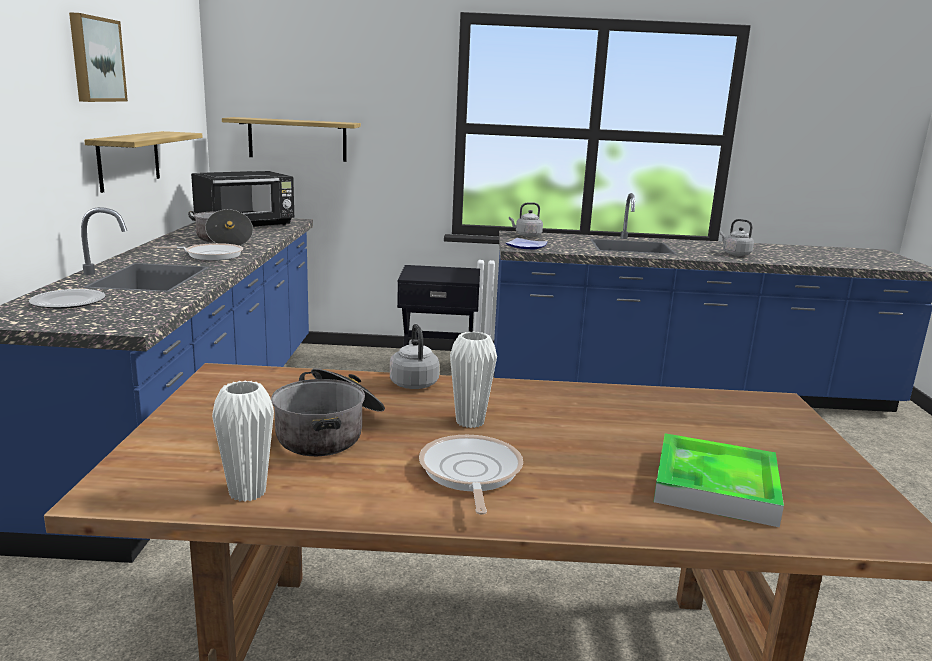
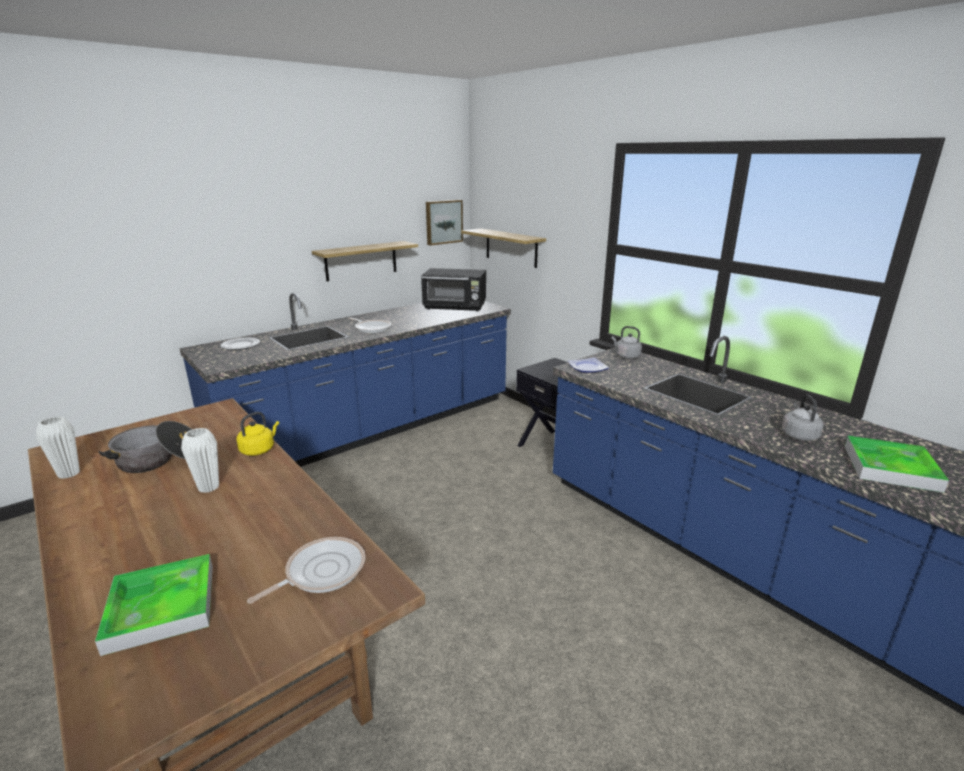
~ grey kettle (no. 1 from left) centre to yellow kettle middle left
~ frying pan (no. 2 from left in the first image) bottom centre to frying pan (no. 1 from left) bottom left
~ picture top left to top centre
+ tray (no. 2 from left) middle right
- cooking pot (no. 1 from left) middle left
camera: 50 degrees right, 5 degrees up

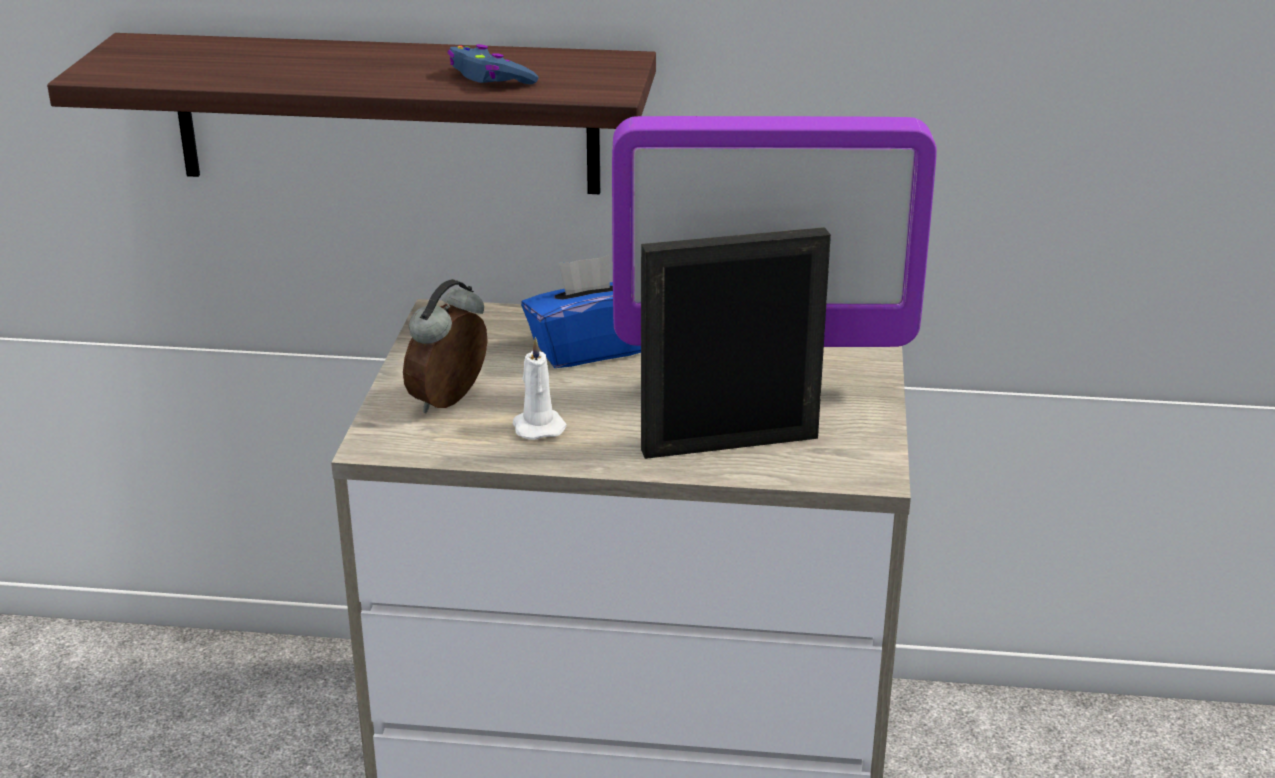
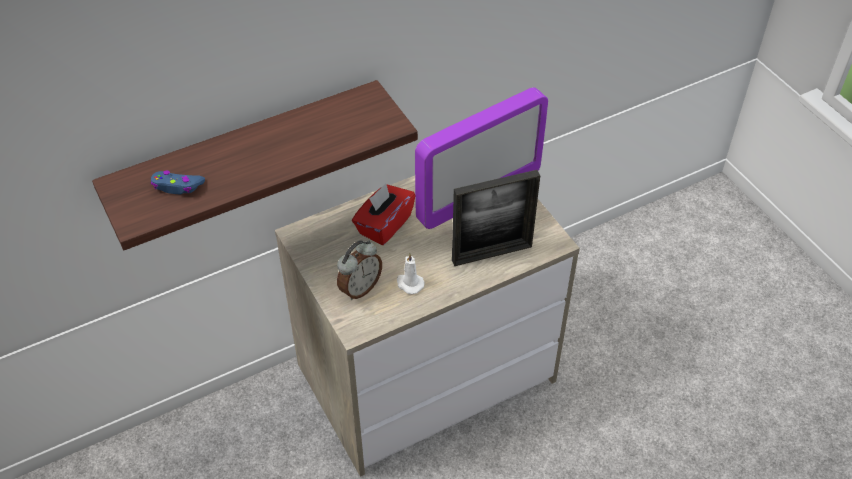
~ blue game controller top centre to middle left
~ alarm clock centre = centre 135 degrees counterclockwise
~ blue tissue box centre to red tissue box centre
~ picture frame centre = centre 150 degrees counterclockwise
camera: 35 degrees left, 20 degrees up

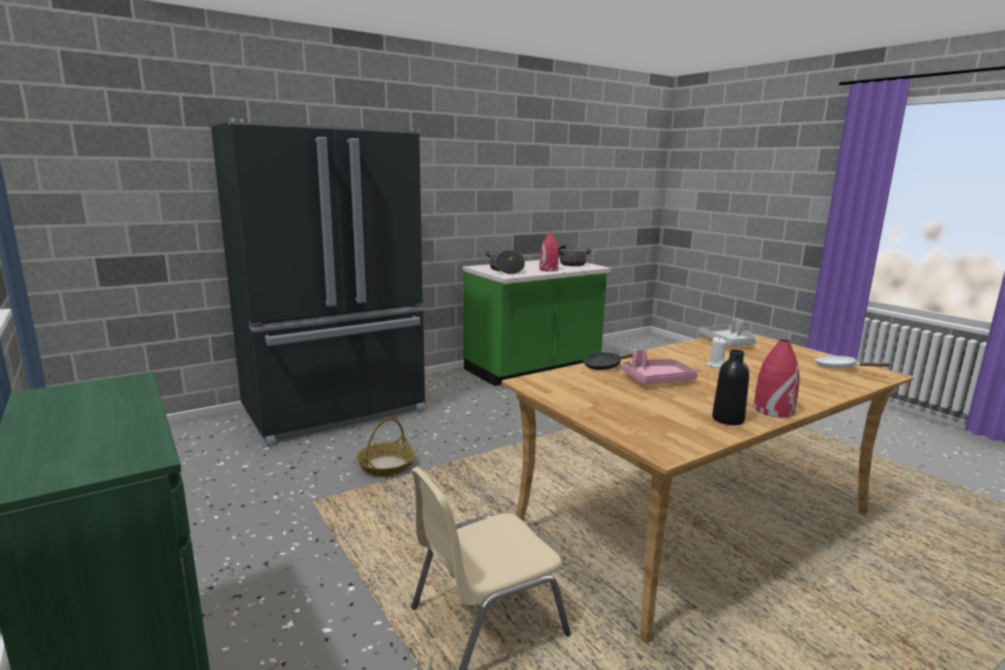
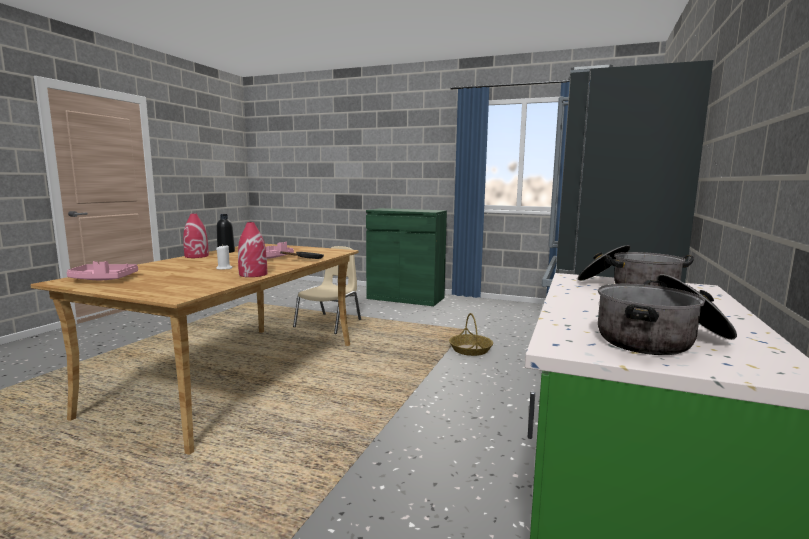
~ white frying pan middle right to pink tray (no. 1 from left) middle left
~ red vase (no. 1 from left in the first image) centre to red vase (no. 2 from left) middle left
- grey tray middle right
camera: 145 degrees right, 5 degrees down

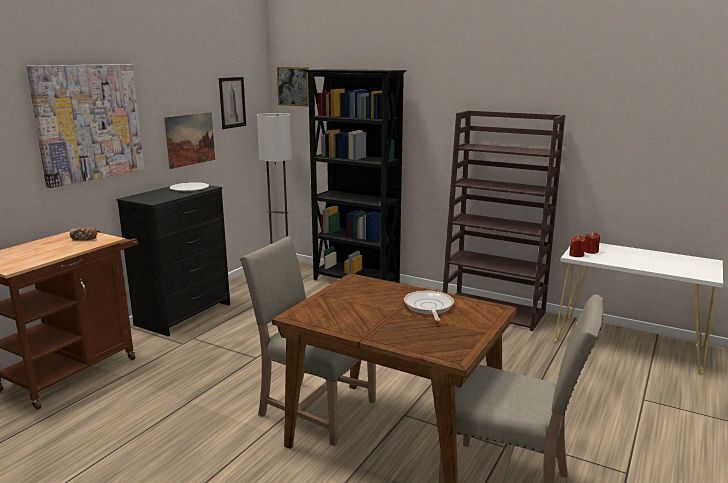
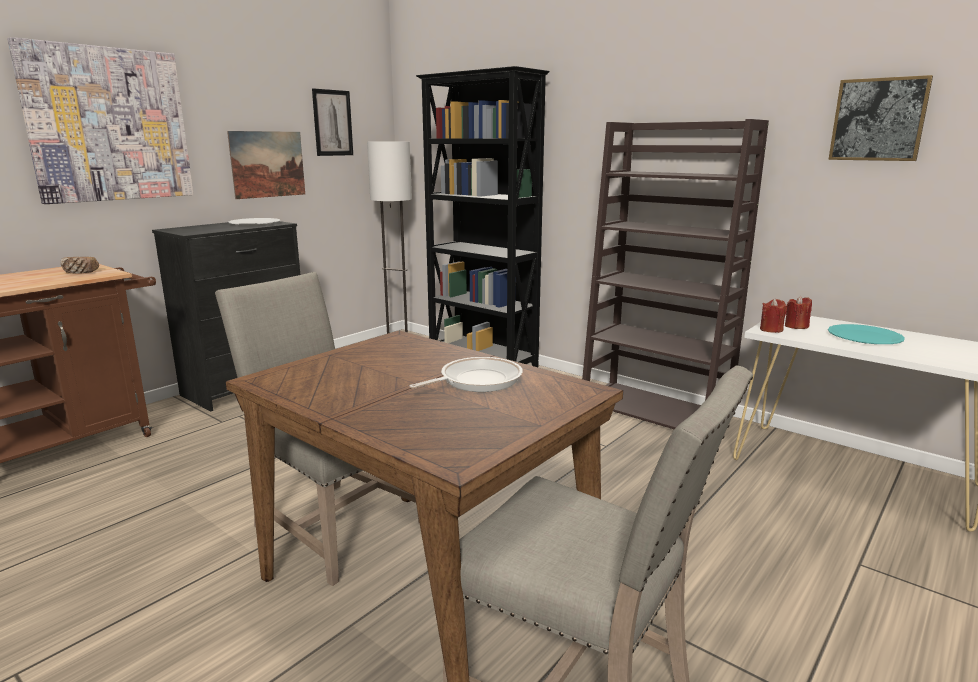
~ frying pan centre = centre 45 degrees clockwise
~ picture (no. 4 from left) top centre to top right
+ turquoise plate middle right
camera: 10 degrees right, 0 degrees up

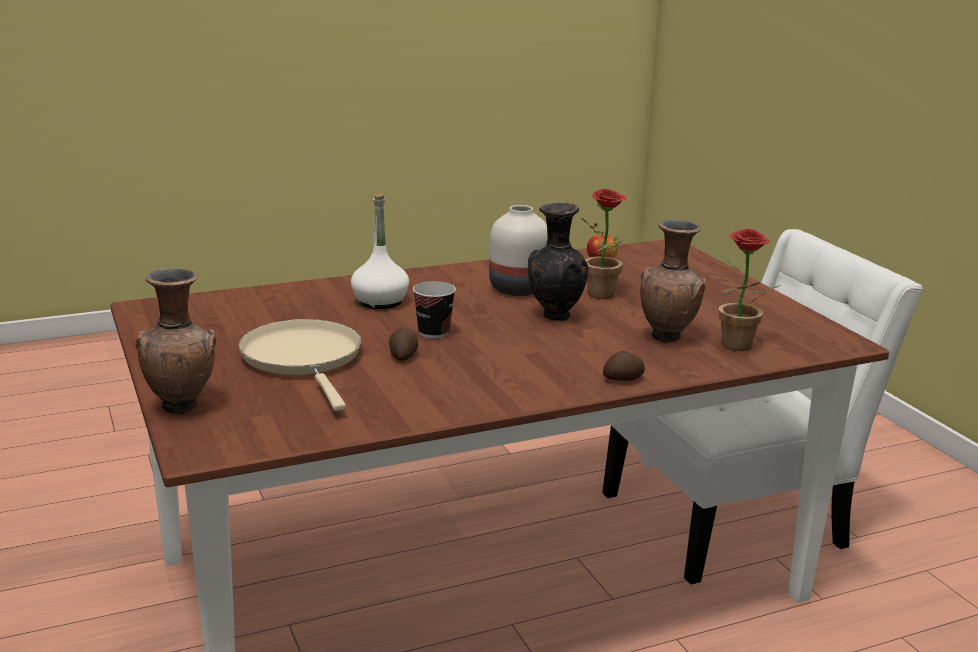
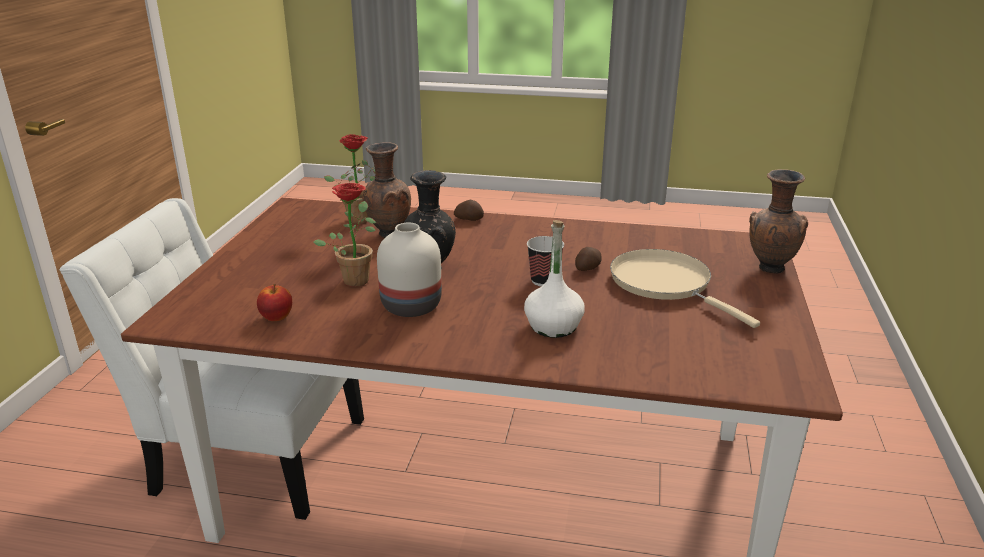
~ beige frying pan middle left = middle right 135 degrees clockwise
camera: 145 degrees left, 5 degrees up

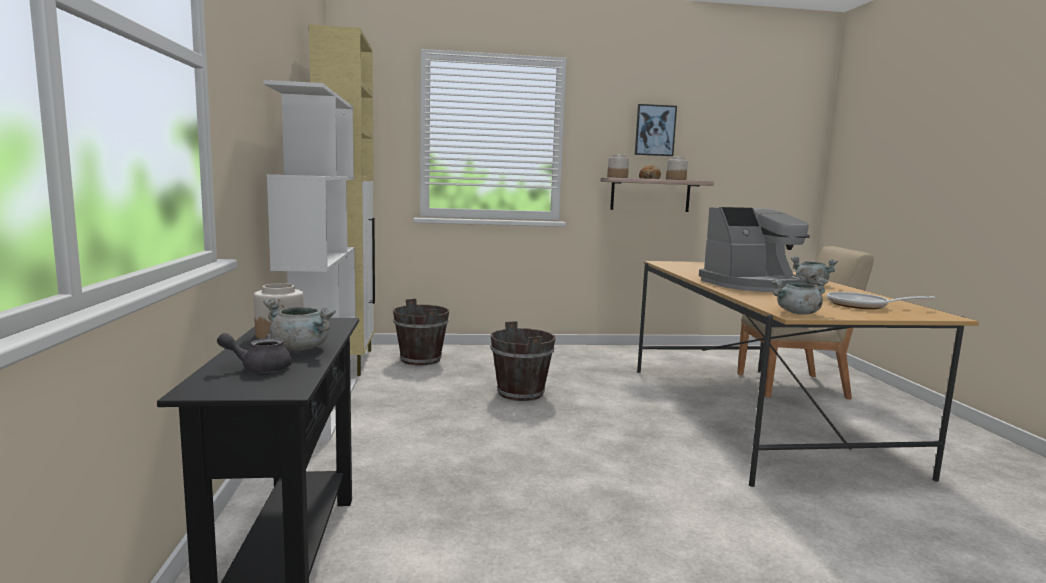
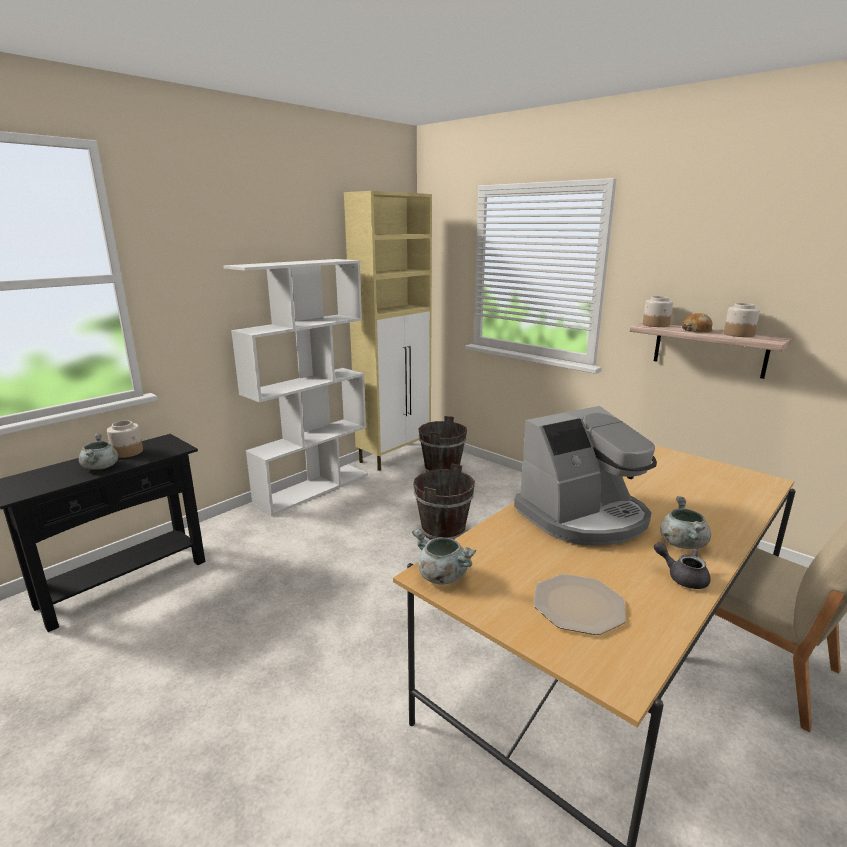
~ coffee machine middle right = middle right 60 degrees counterclockwise
~ frying pan middle right to plate bottom right
~ grey teapot middle left to bottom right
- picture top centre
camera: 50 degrees right, 10 degrees up

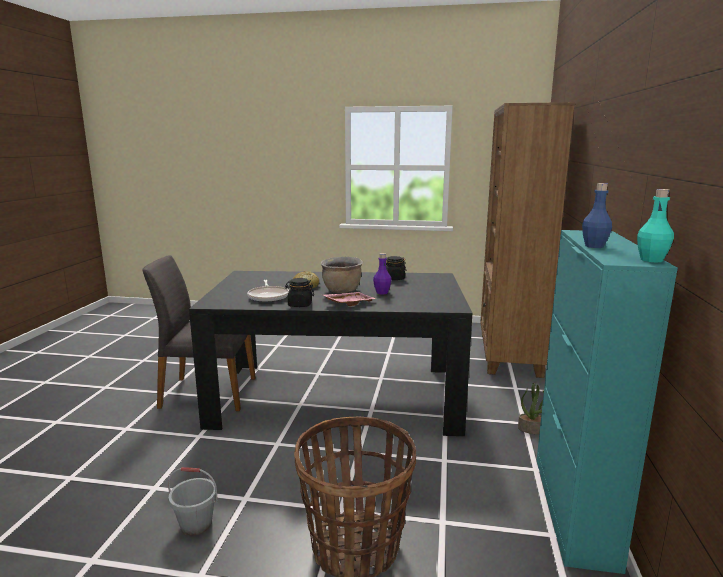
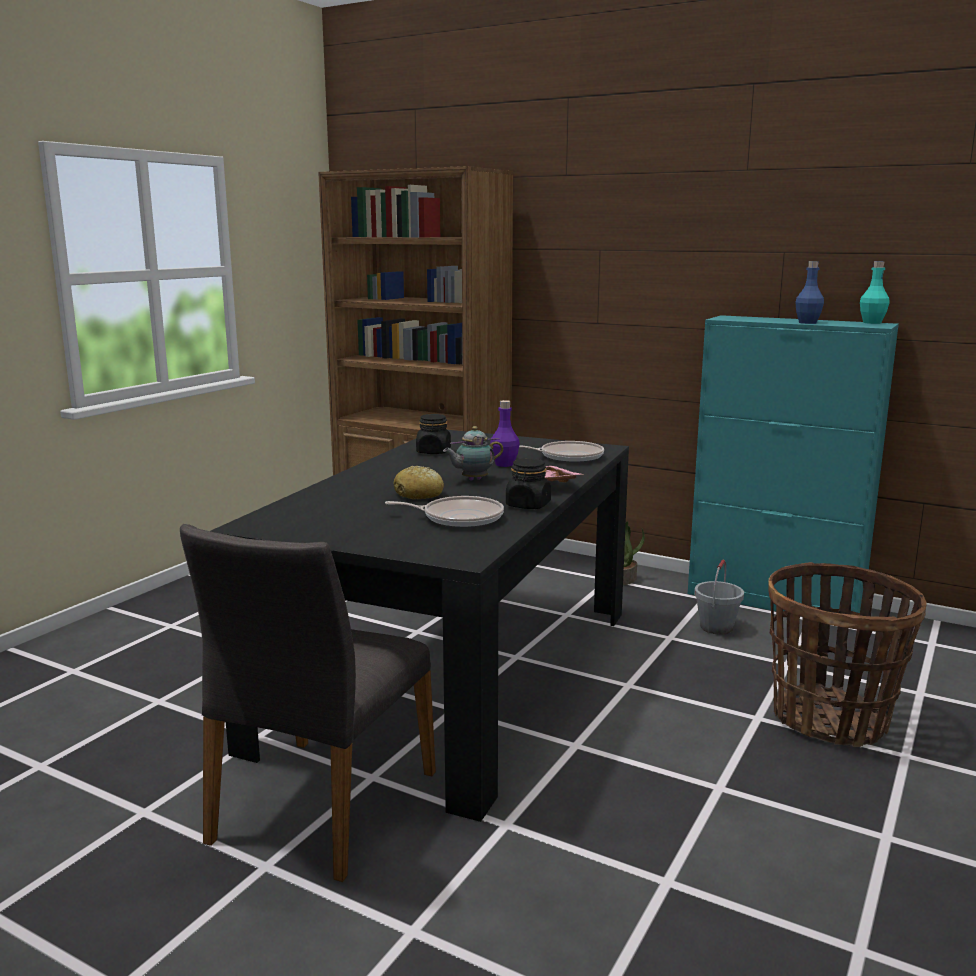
~ brown cooking pot centre to teapot centre
+ frying pan (no. 2 from left) centre
~ grey bucket bottom left to middle right
camera: 70 degrees left, 0 degrees up

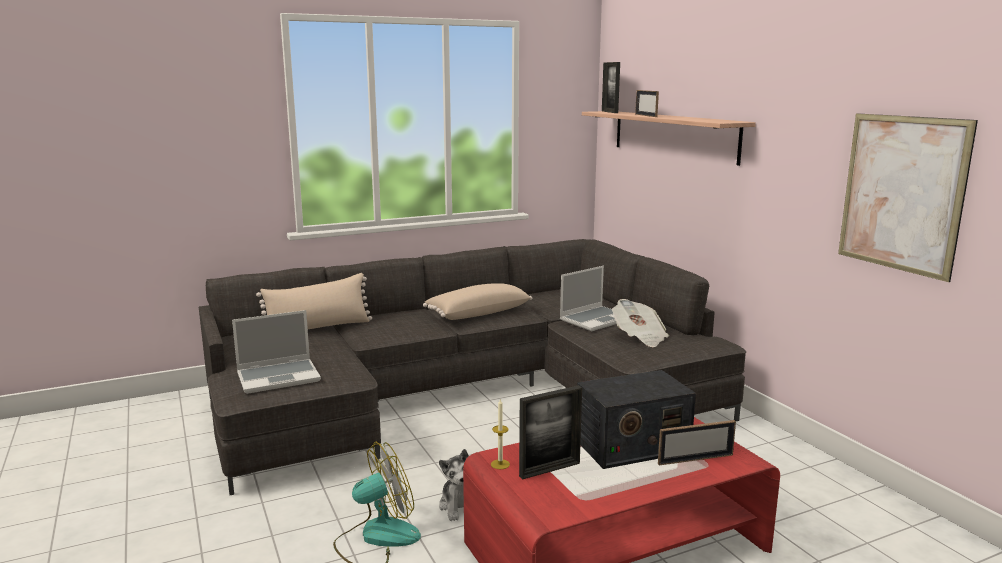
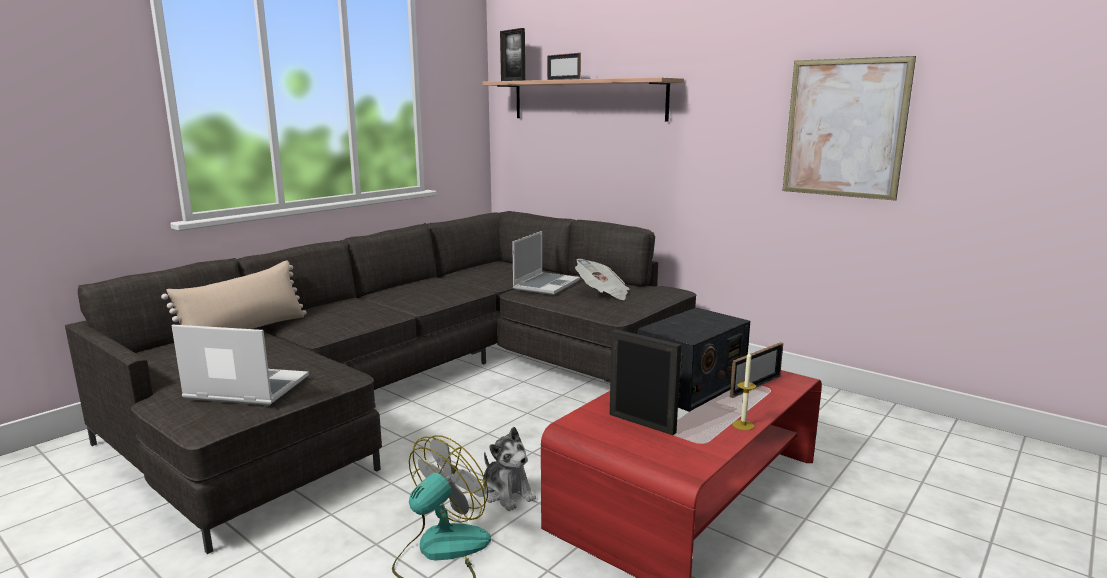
~ laptop (no. 1 from left) middle left = middle left 120 degrees counterclockwise
~ picture frame (no. 1 from left in the first image) bottom centre = centre 90 degrees counterclockwise
~ candle bottom centre to bottom right
- beige pillow (no. 2 from left) centre
camera: 25 degrees left, 0 degrees up

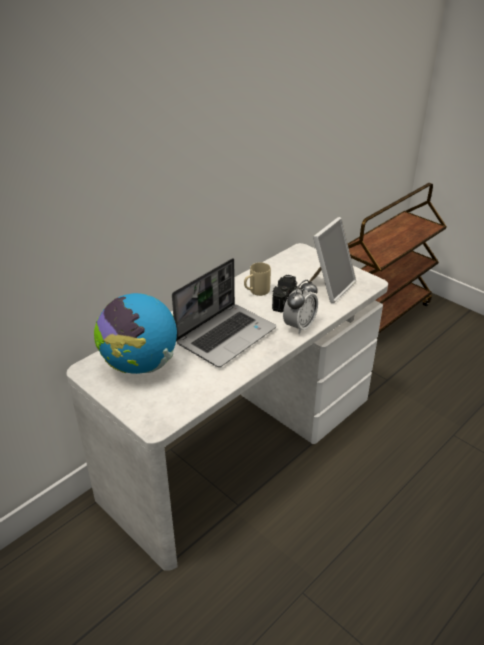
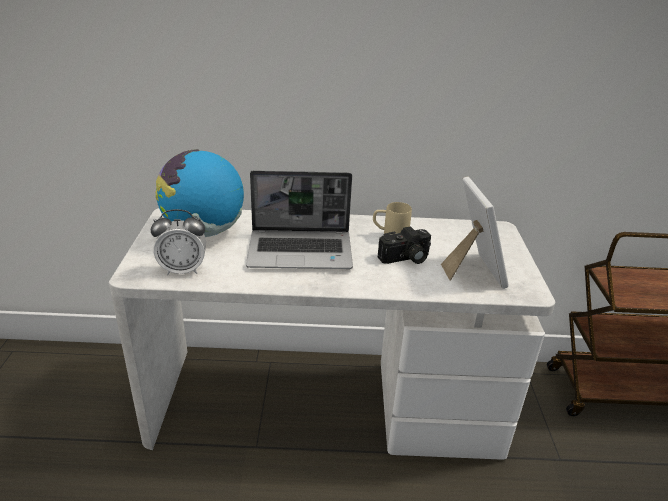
~ alarm clock centre to middle left
~ picture frame middle right = middle right 90 degrees counterclockwise
camera: 45 degrees right, 5 degrees down

